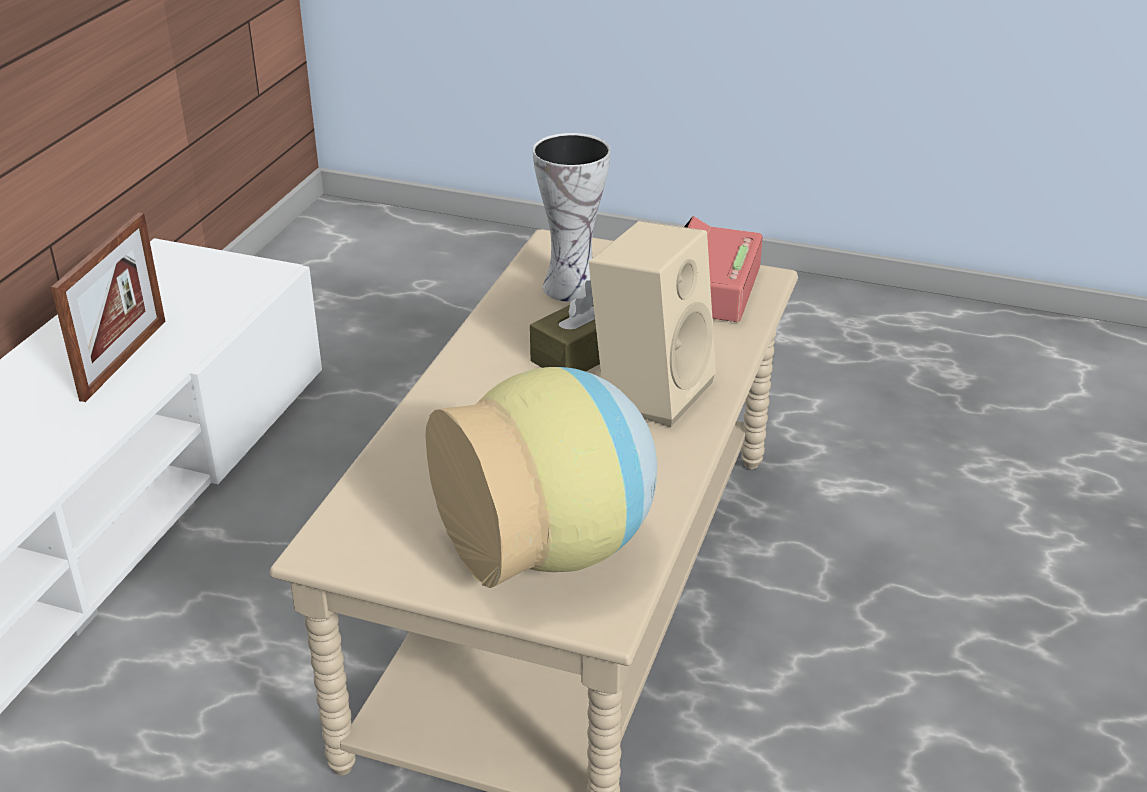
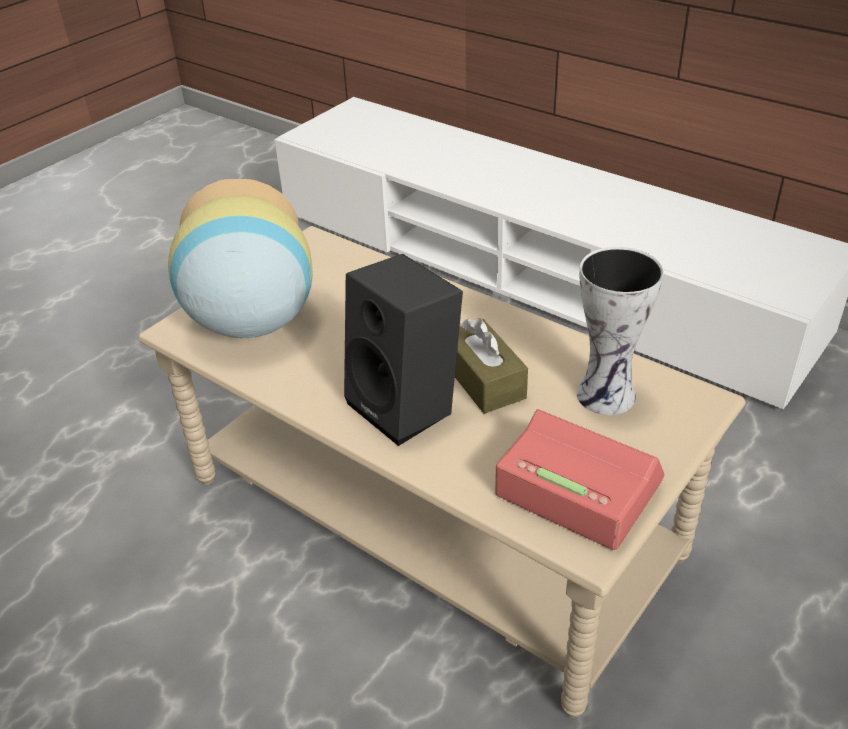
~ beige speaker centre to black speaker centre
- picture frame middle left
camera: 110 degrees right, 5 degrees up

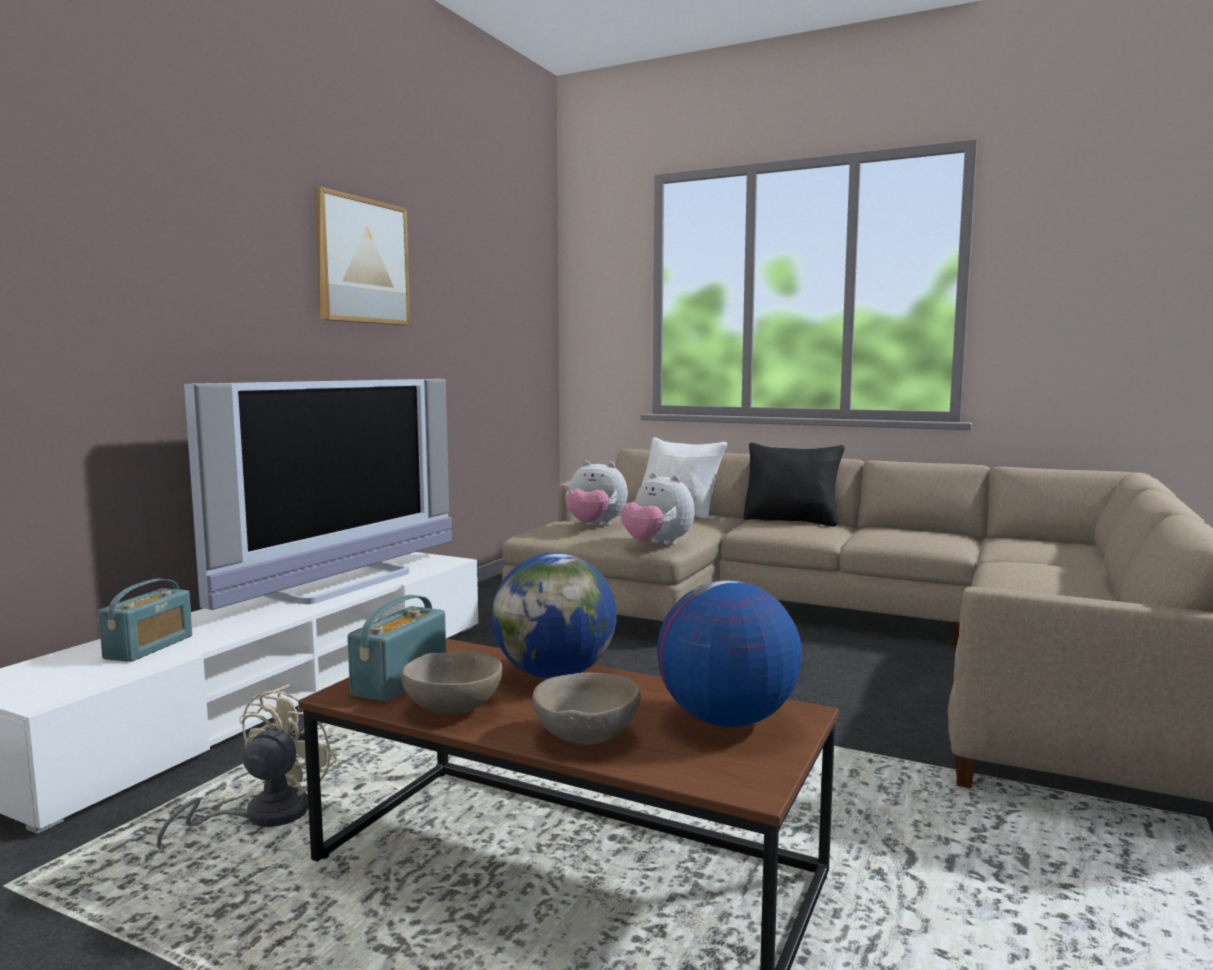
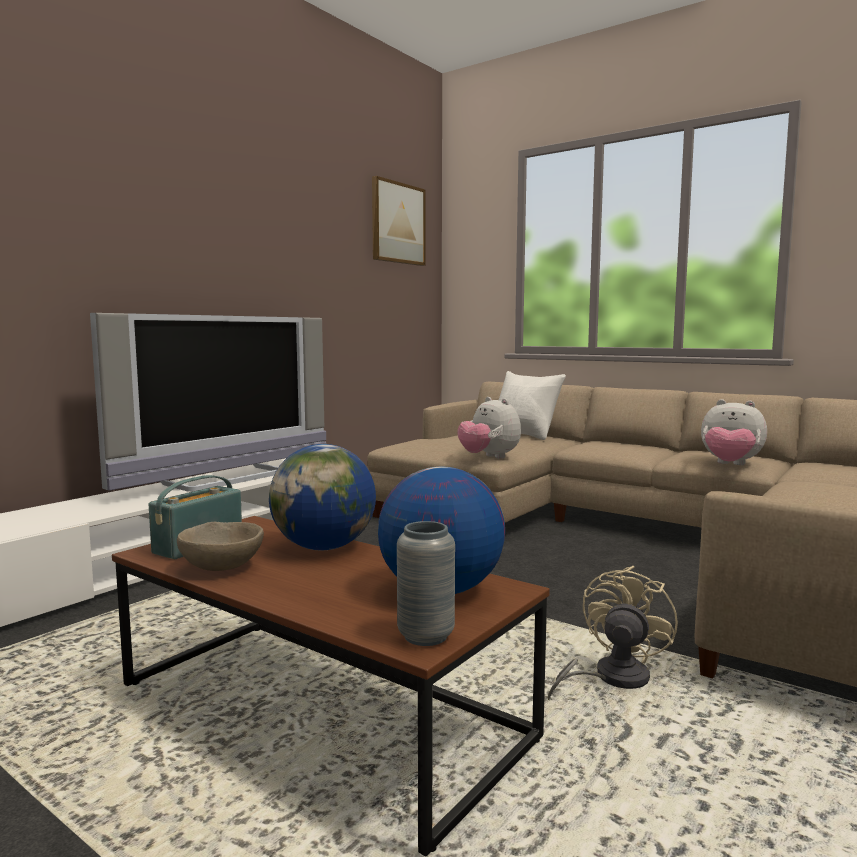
~ picture top left to top centre
+ grey vase bottom centre
~ beige fan bottom left to bottom right
~ plush toy (no. 1 from left in the first image) centre to plush toy (no. 2 from left) middle right
- radio (no. 1 from left) middle left
- beige bowl (no. 2 from left) bottom centre
- black pillow centre
camera: 10 degrees right, 0 degrees up

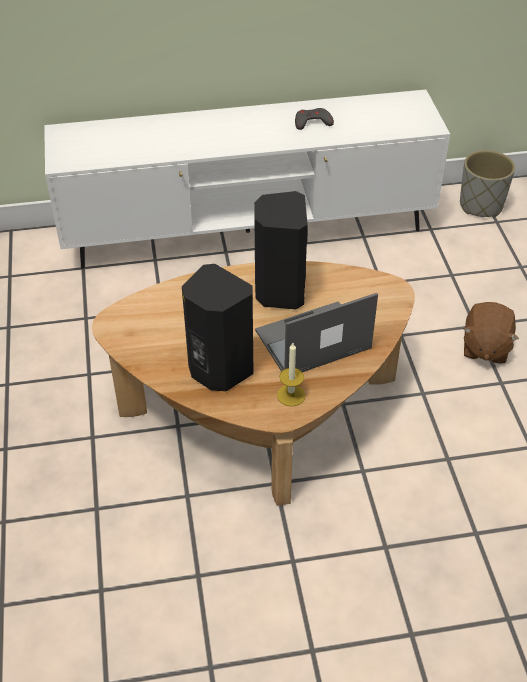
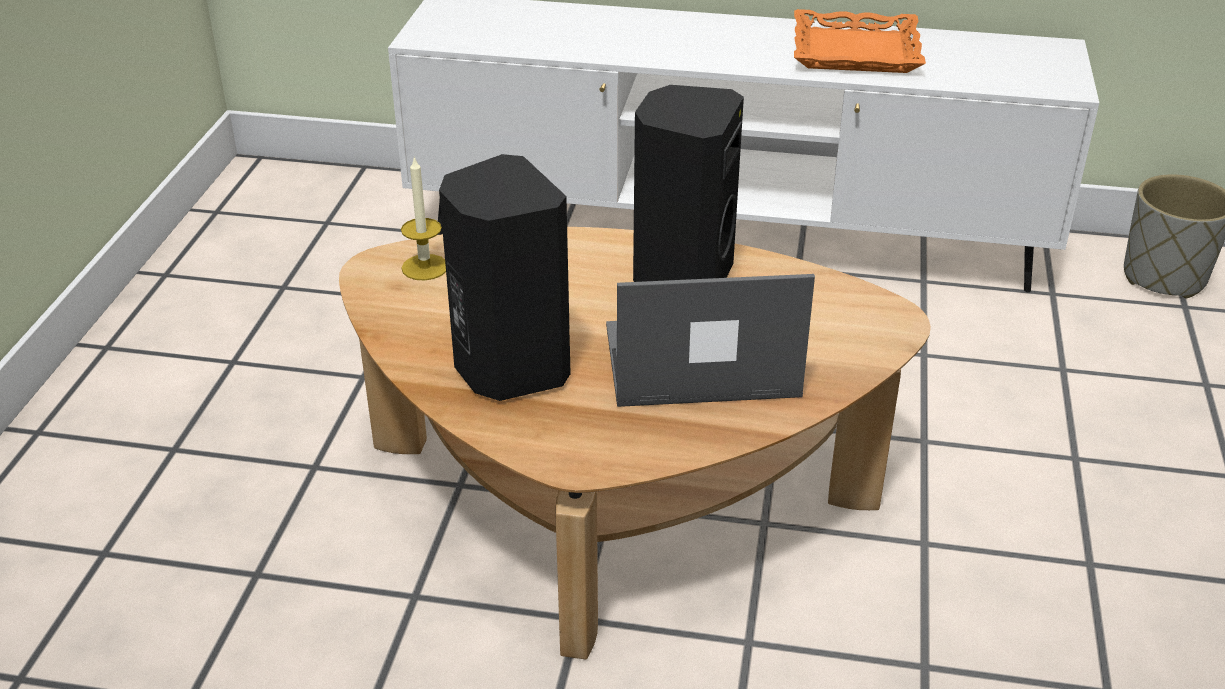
~ candle centre to top centre
~ grey game controller top centre to orange tray top right
- brown plush toy middle right
camera: 20 degrees right, 10 degrees down

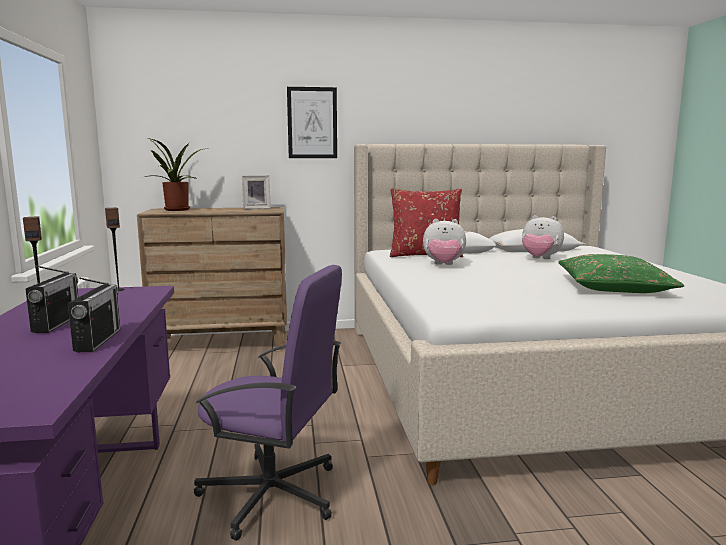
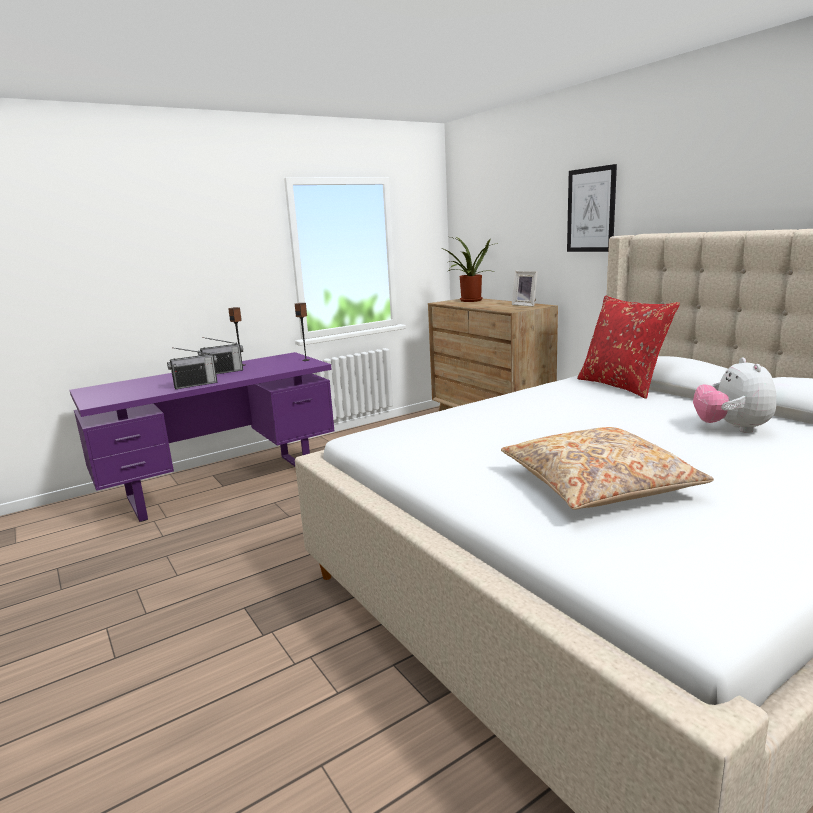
~ green pillow middle right to beige pillow middle right
- purple office chair bottom centre
- plush toy (no. 1 from left) centre
camera: 65 degrees right, 5 degrees up

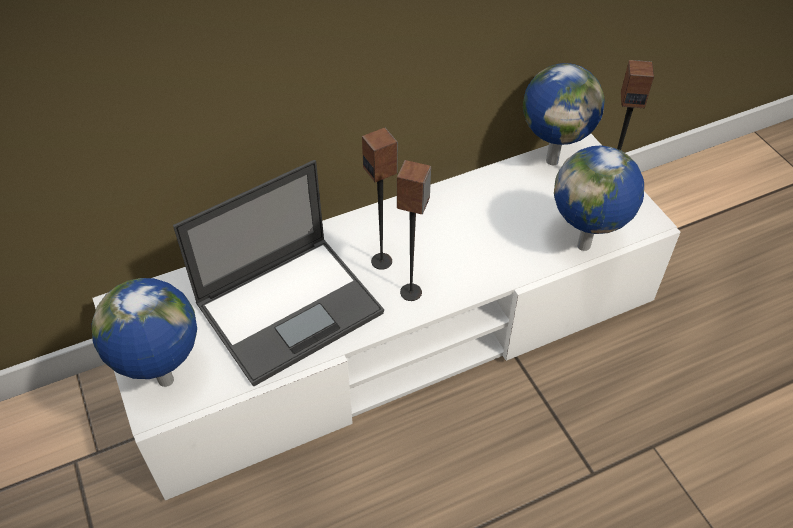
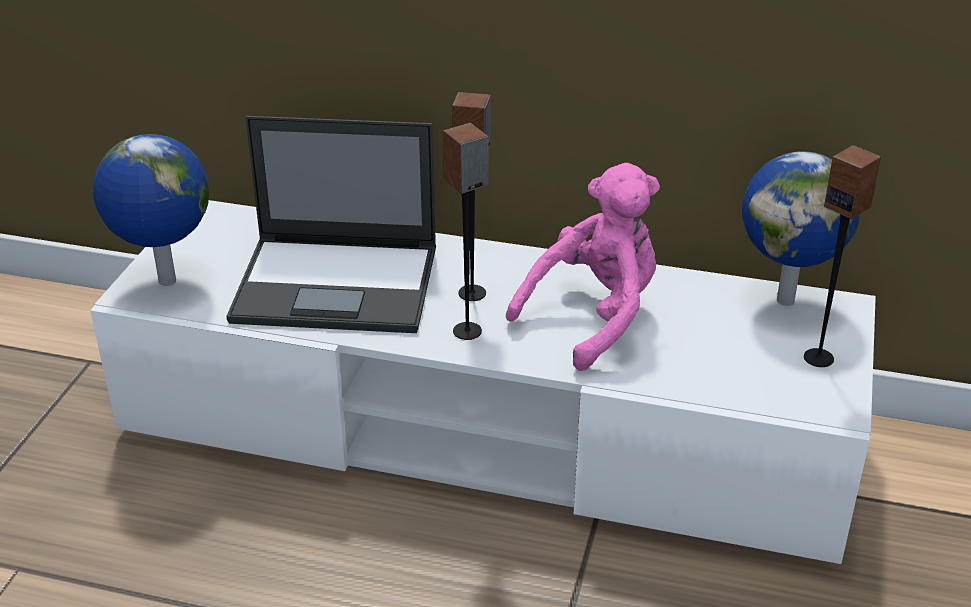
+ pink plush toy centre
- globe (no. 3 from left) middle right
camera: 40 degrees right, 15 degrees down

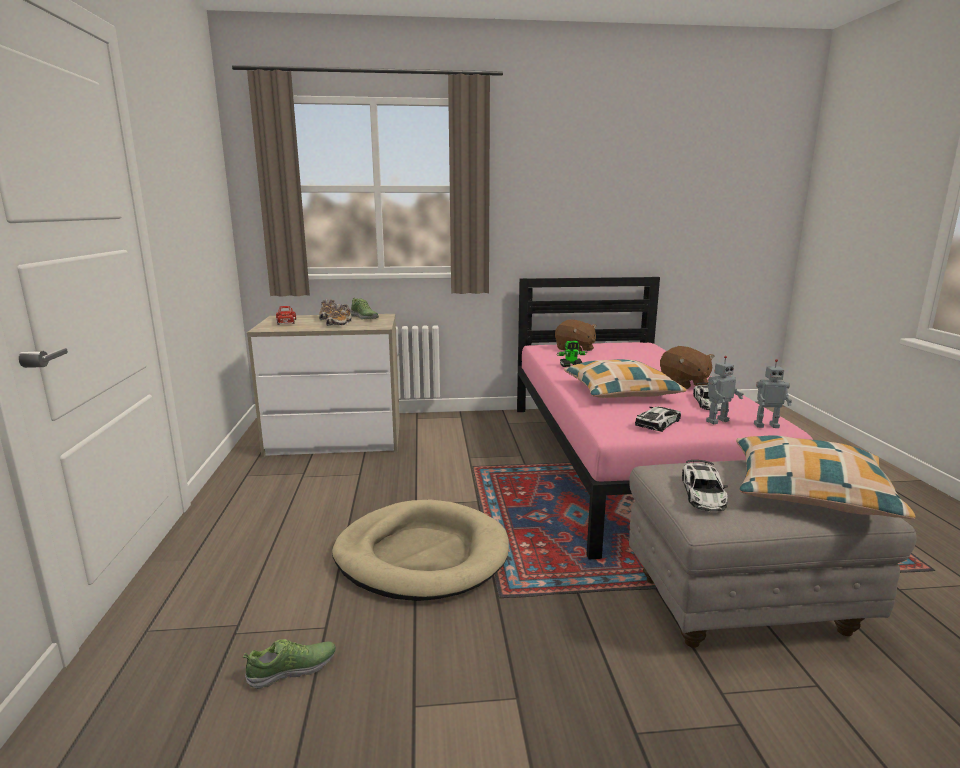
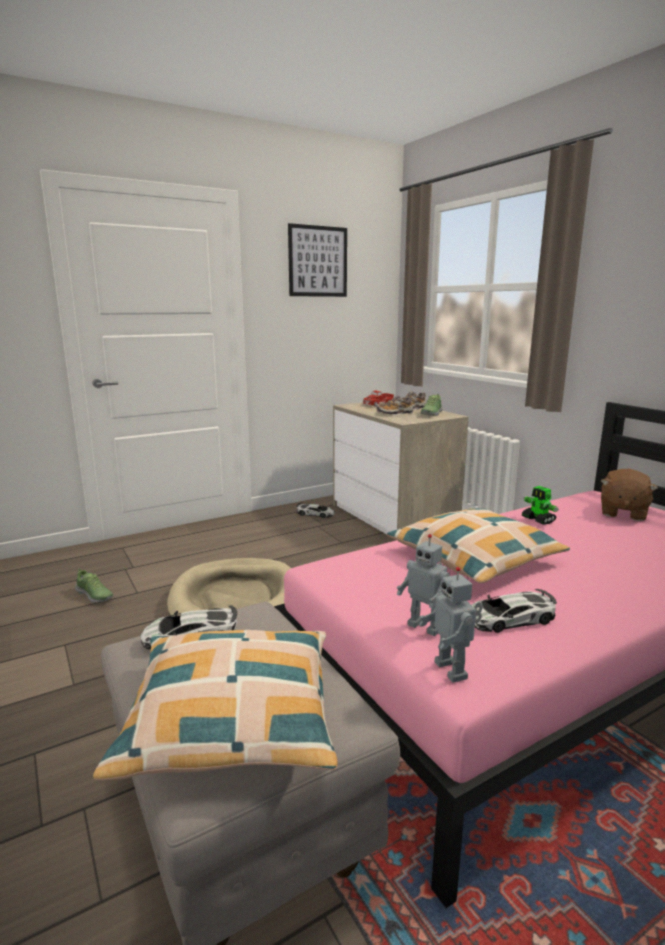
+ picture top centre
~ toy car (no. 1 from left in the first image) middle right to toy car (no. 2 from left) centre
- brown plush toy (no. 2 from left) middle right
camera: 65 degrees right, 0 degrees up

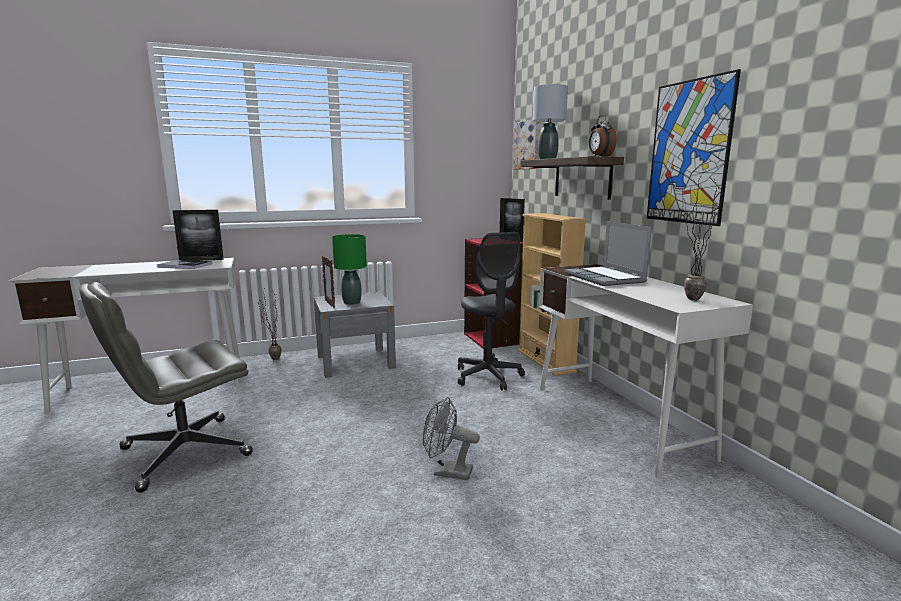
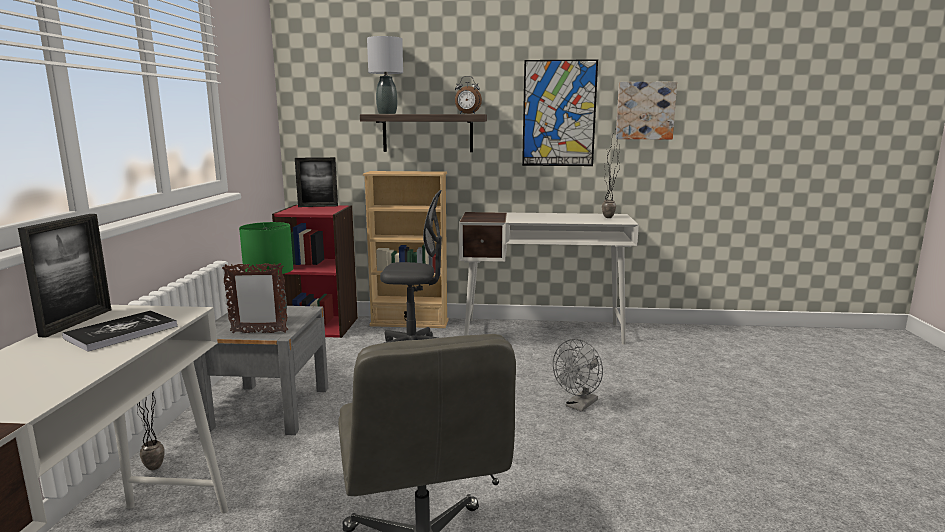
~ picture (no. 1 from left in the first image) top centre to picture (no. 2 from left) top right
- laptop middle right
camera: 65 degrees left, 0 degrees up

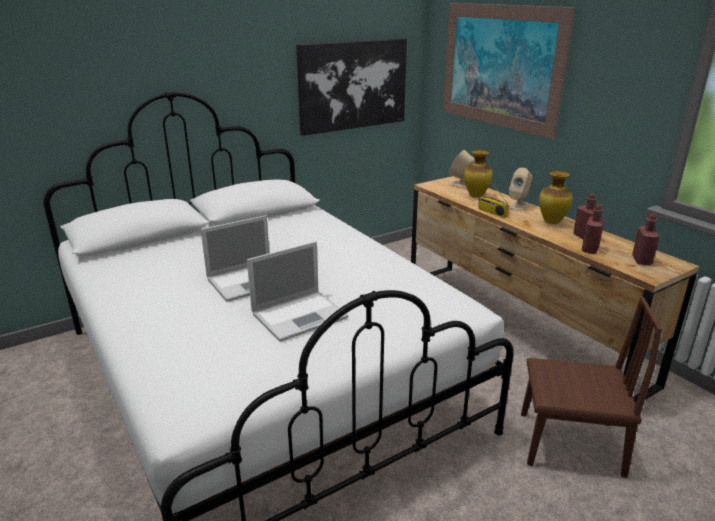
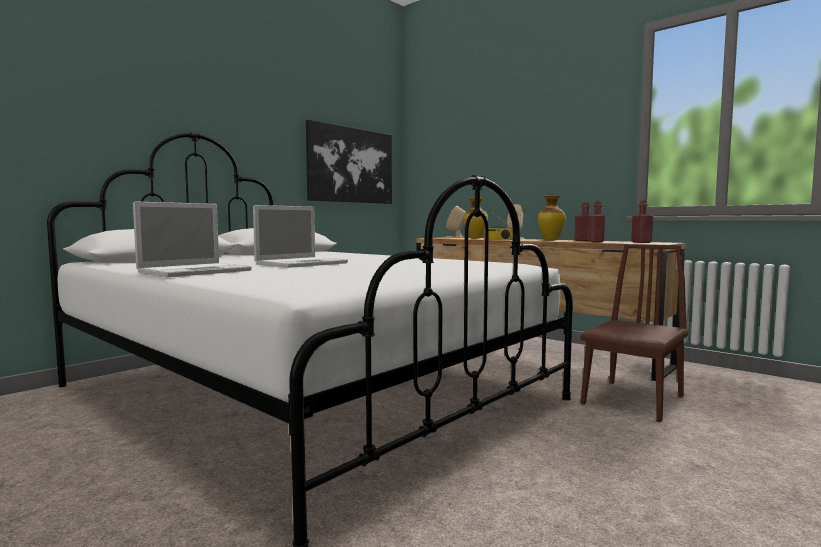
~ laptop (no. 2 from left in the first image) centre to laptop (no. 1 from left) middle left
~ brown chair bottom right = middle right 45 degrees counterclockwise
- picture (no. 2 from left) top right
camera: 15 degrees left, 20 degrees down

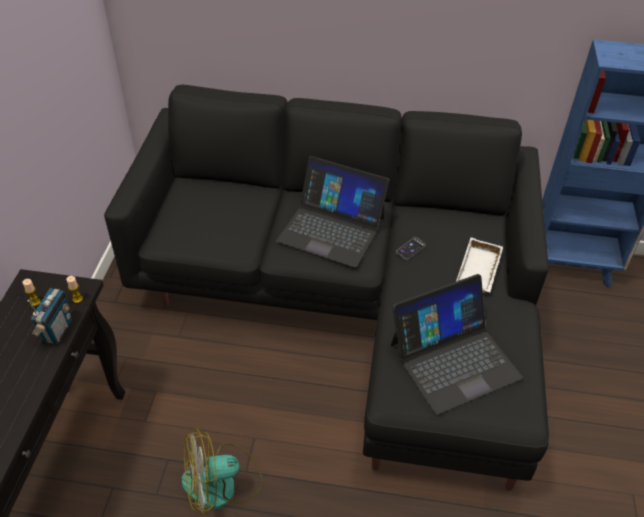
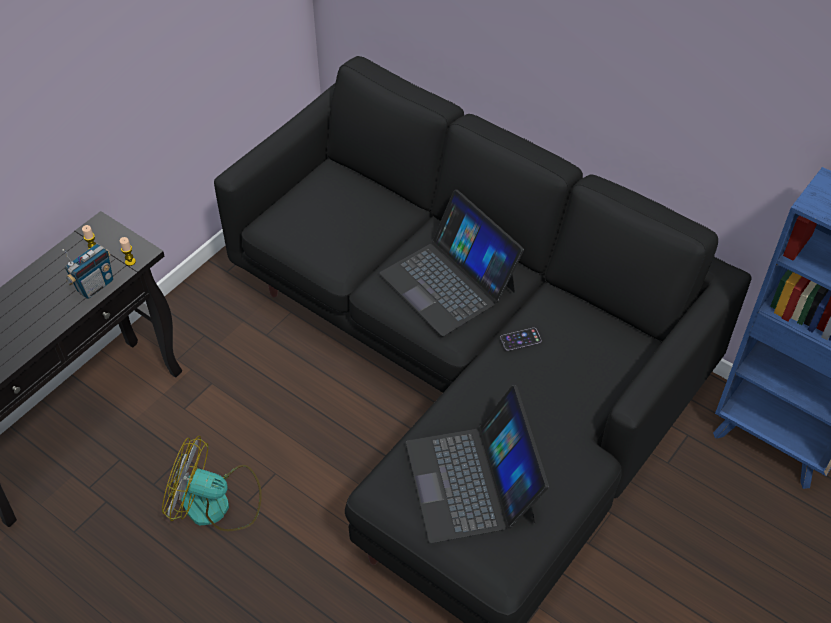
~ laptop (no. 2 from left) middle right = bottom centre 75 degrees clockwise
- white tray middle right
camera: 30 degrees right, 5 degrees up

